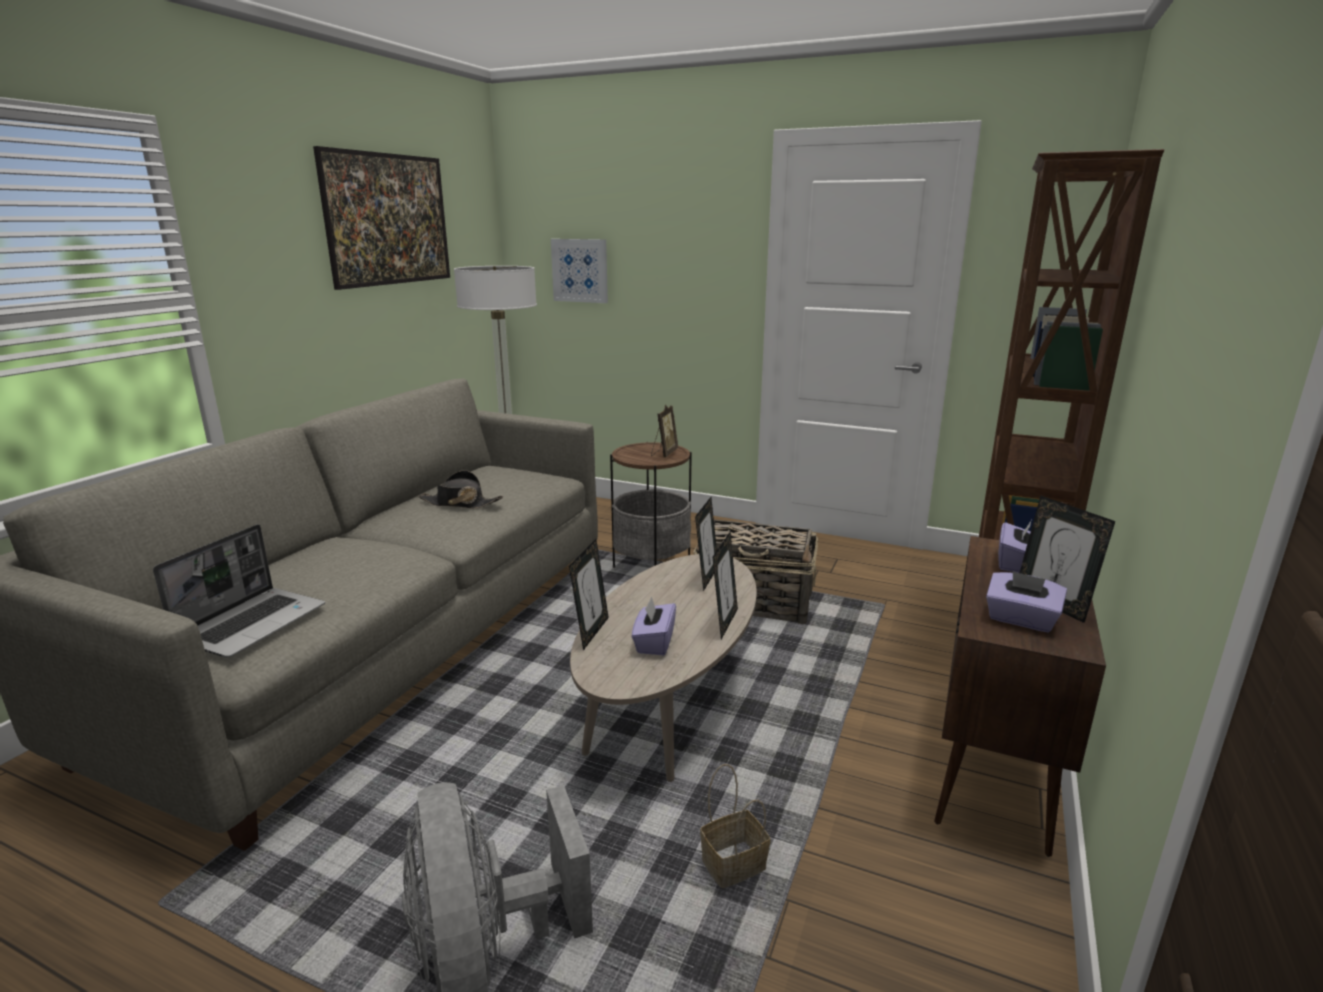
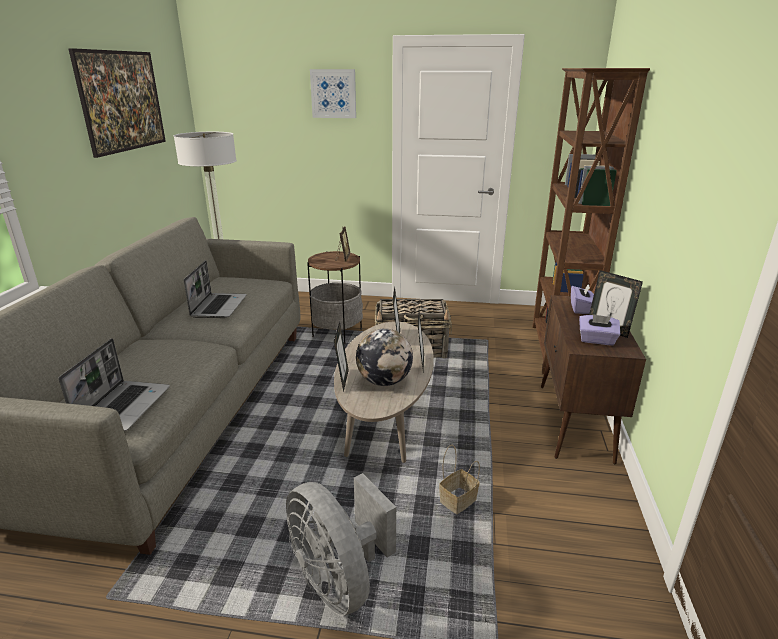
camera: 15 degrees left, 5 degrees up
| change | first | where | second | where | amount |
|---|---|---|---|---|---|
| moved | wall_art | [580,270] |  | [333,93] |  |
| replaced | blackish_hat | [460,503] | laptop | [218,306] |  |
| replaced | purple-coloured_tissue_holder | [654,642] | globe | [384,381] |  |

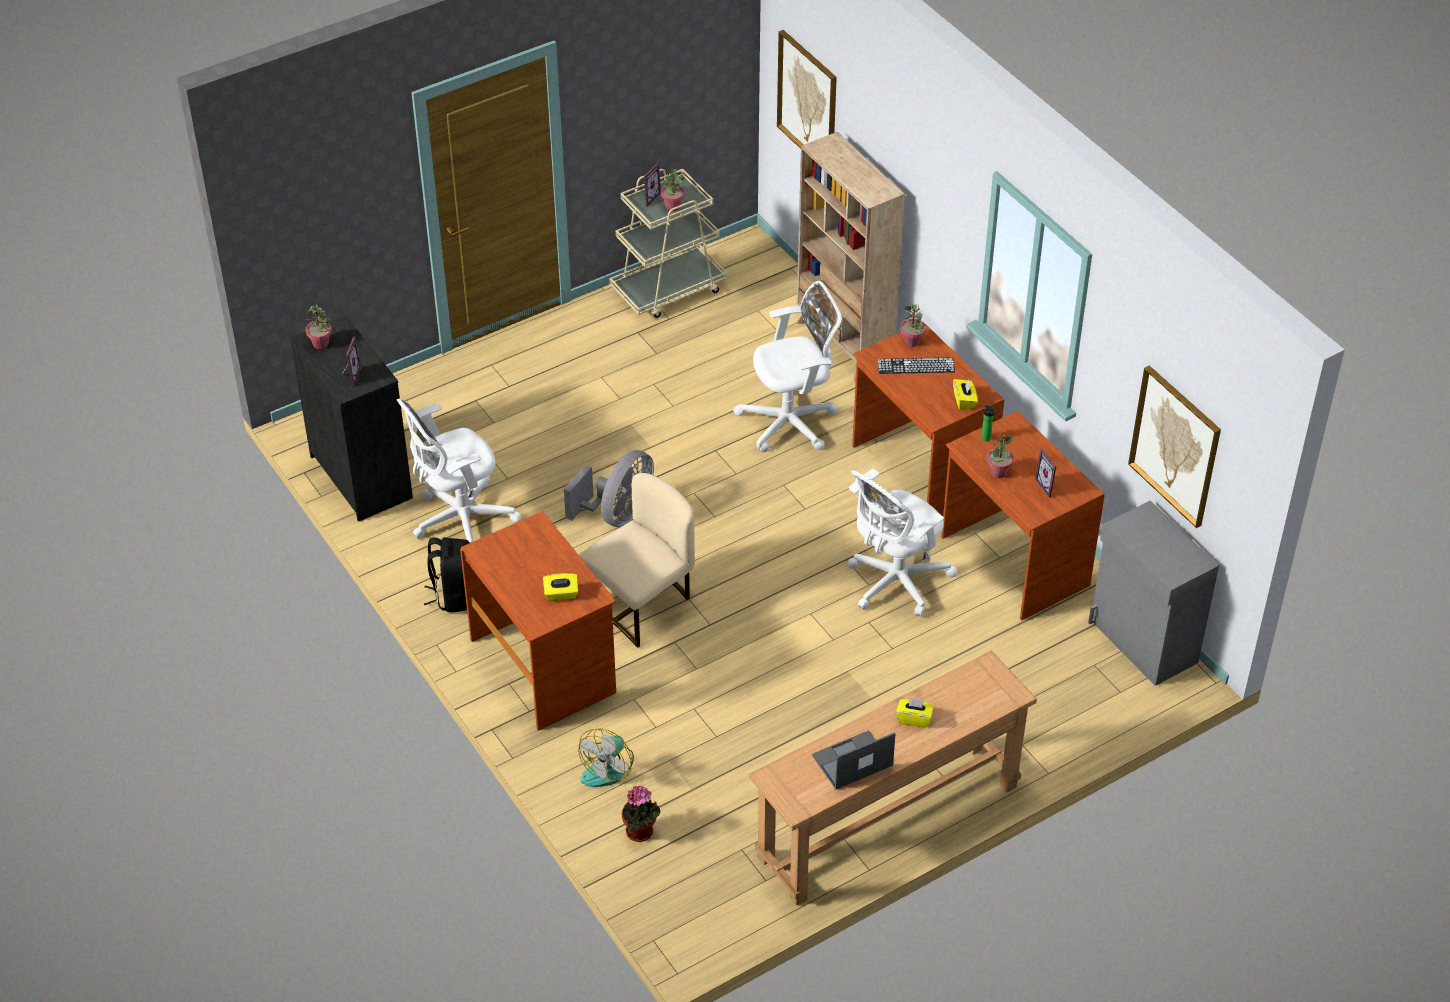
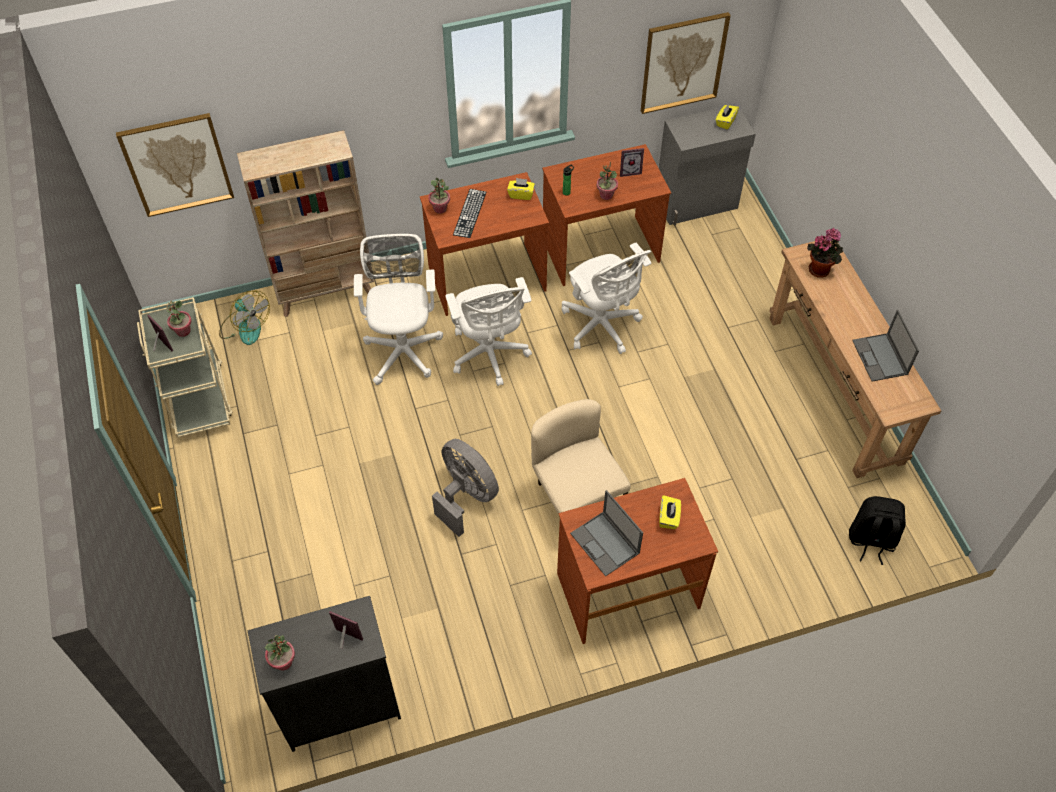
camera: 75 degrees left, 10 degrees up
| change | first | where | second | where | amount |
|---|---|---|---|---|---|
| added |  |  | laptop | [605,544] |  |
| moved | white-coloured_desk_chair | [459,519] |  | [489,355] |  |
| moved | blackish_backpack | [454,595] |  | [871,540] |  |
| moved | electric_fan | [608,768] |  | [245,327] |  |
| moved | houseplant | [641,833] |  | [820,269] |  |
| moved | yellow_tissue_holder | [914,719] |  | [725,122] |  |

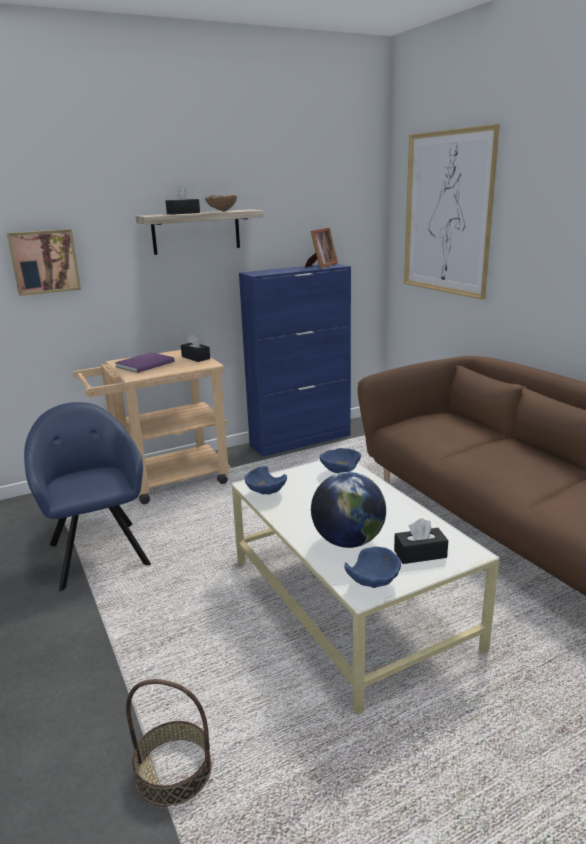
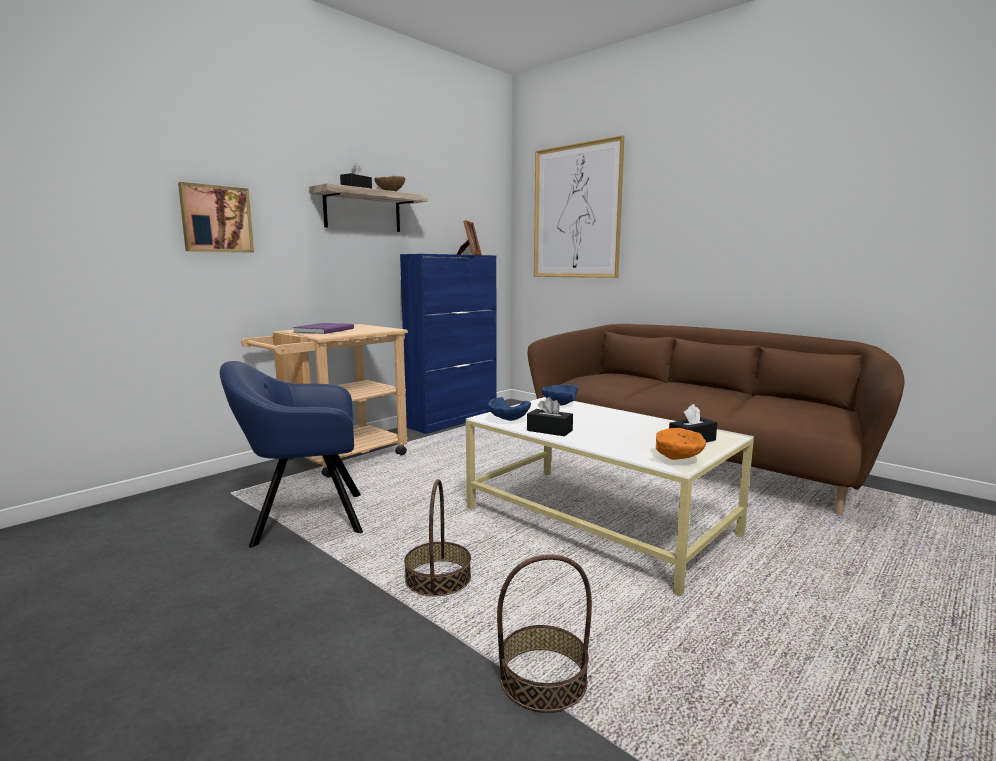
camera: 20 degrees left, 10 degrees down
| change | first | where | second | where | amount |
|---|---|---|---|---|---|
| removed | globe | [348,541] |  |  |  |
| added |  |  | storage_basket | [438,578] |  |
| moved | blackish_tissue_holder | [196,358] |  | [549,430] |  |
| recoloured | bluish_deep_dish | [373,584] | orange_deep_dish | [678,460] |  |
| turned | bluish_lounge_chair | [98,551] |  | [304,519] | 60 degrees counterclockwise |

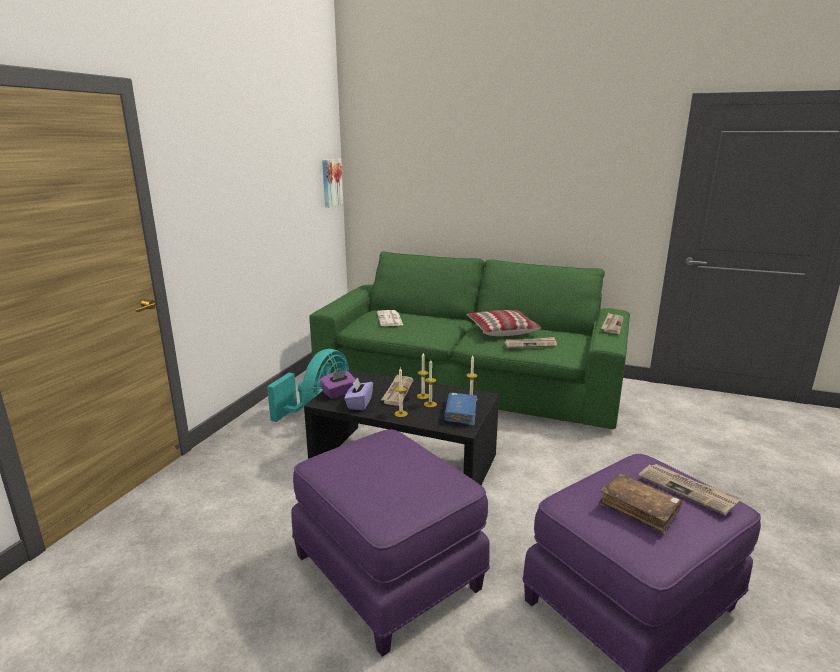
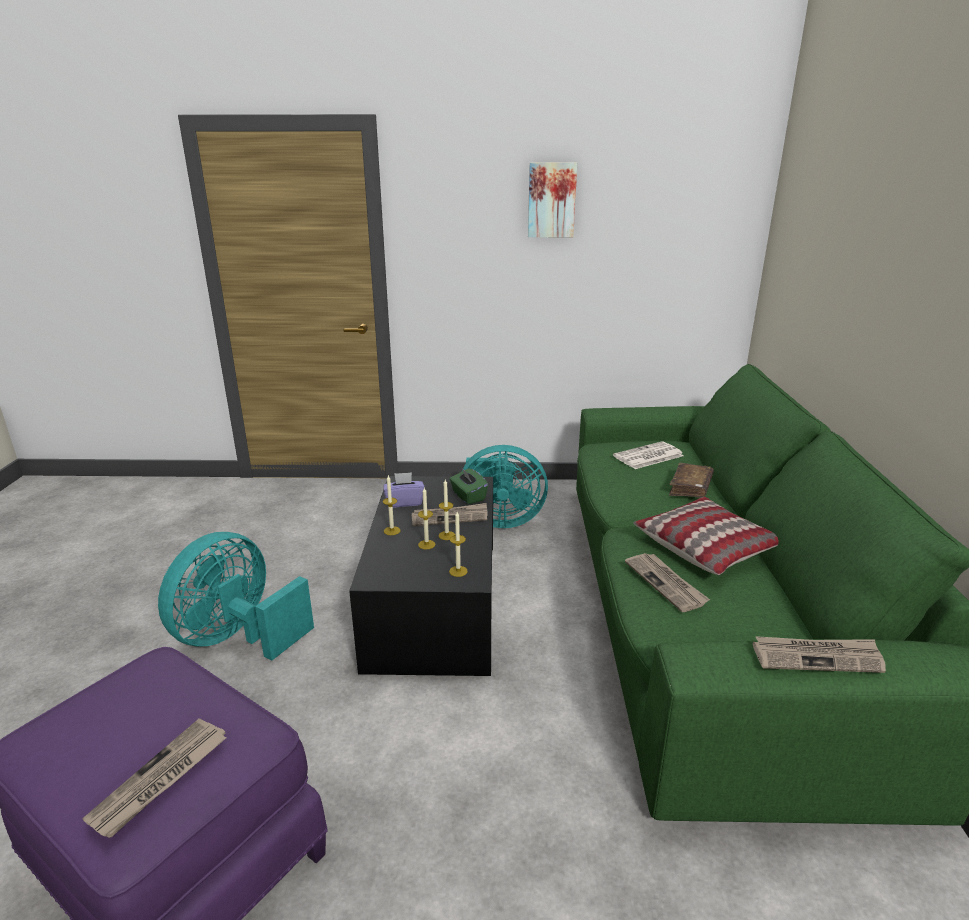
camera: 70 degrees right, 5 degrees up
| change | first | where | second | where | amount |
|---|---|---|---|---|---|
| removed | purple-coloured_tissue_holder | [339,393] |  |  |  |
| removed | bluish_bound_book | [460,414] |  |  |  |
| added |  |  | greenish_tissue_holder | [468,496] |  |
| moved | wall_art | [331,182] |  | [551,200] |  |
| moved | brown_bound_book | [639,509] |  | [690,487] |  |
| replaced | purple-coloured_ottoman | [389,570] | blue-green_electric_fan | [238,637] |  |

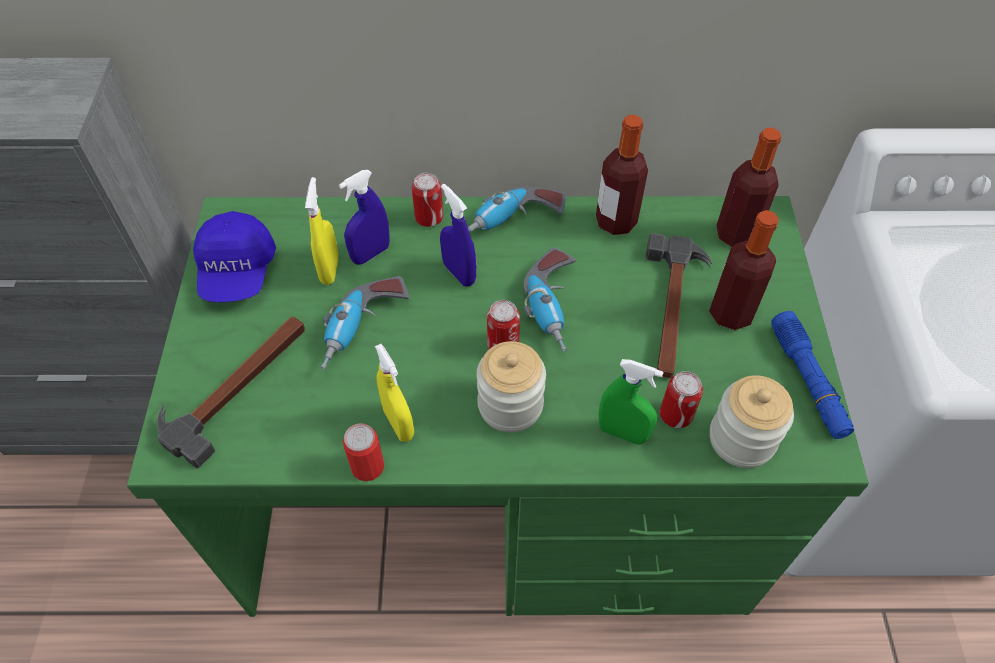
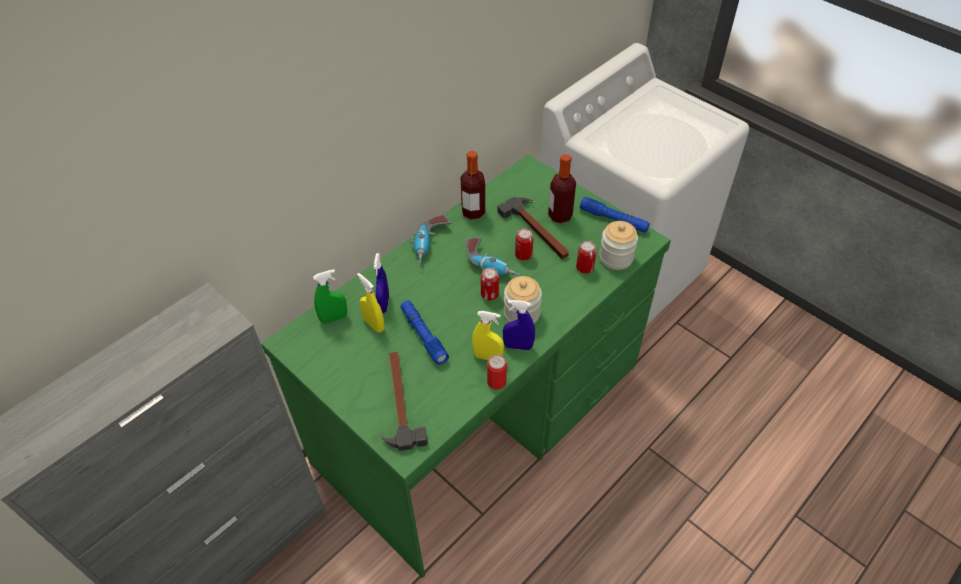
camera: 45 degrees left, 5 degrees down
| change | first | where | second | where | amount |
|---|---|---|---|---|---|
| removed | bluish_peaked_cap | [237,272] |  |  |  |
| removed | bottle | [736,234] |  |  |  |
| moved | sealed_can | [429,218] |  | [523,255] |  |
| moved | bluish_hand_sprayer | [459,273] |  | [518,346] |  |
| moved | greenish_hand_sprayer | [622,433] |  | [334,318] |  |
| replaced | electric_drill | [363,330] | bluish_hand_torch | [423,336] |  |

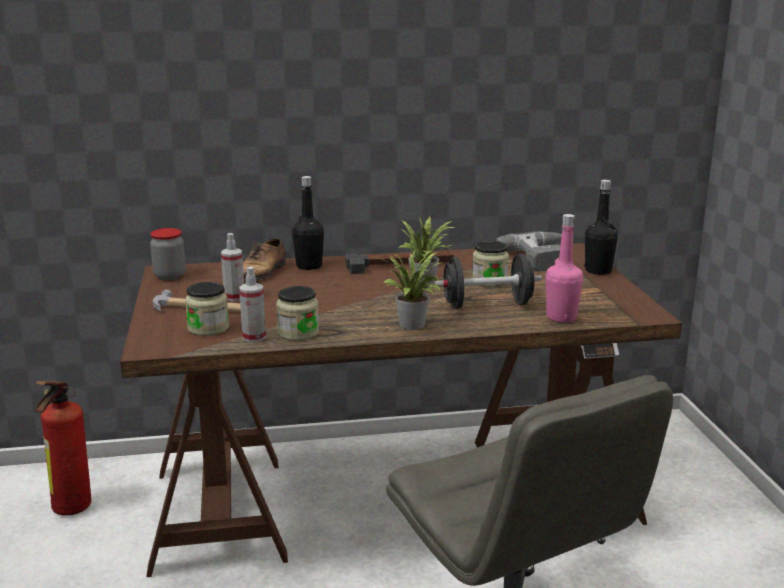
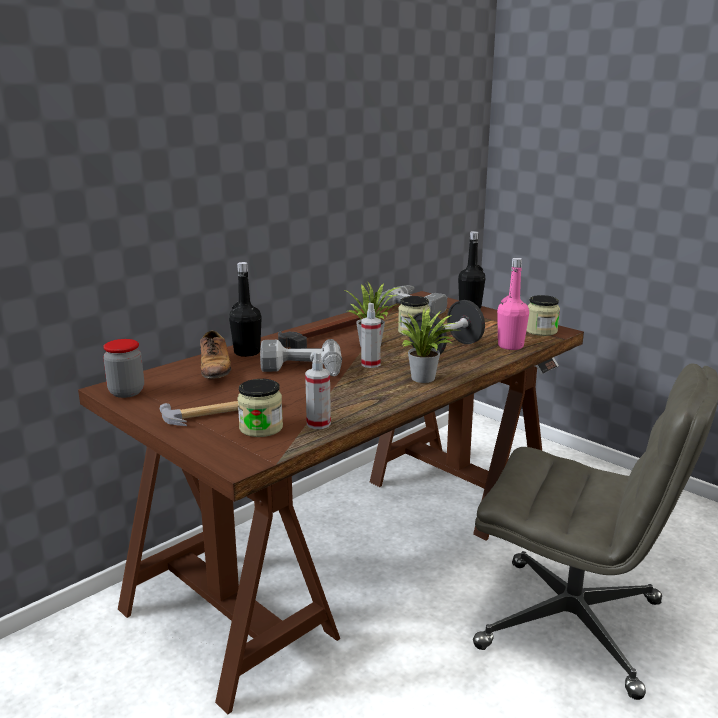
camera: 35 degrees left, 0 degrees up
| change | first | where | second | where | amount |
|---|---|---|---|---|---|
| removed | fire_extinguisher | [69,511] |  |  |  |
| added |  |  | electric_drill | [301,370] |  |
| moved | hand_sprayer | [234,297] |  | [370,364] |  |
| moved | preserve_jar | [298,333] |  | [541,331] |  |

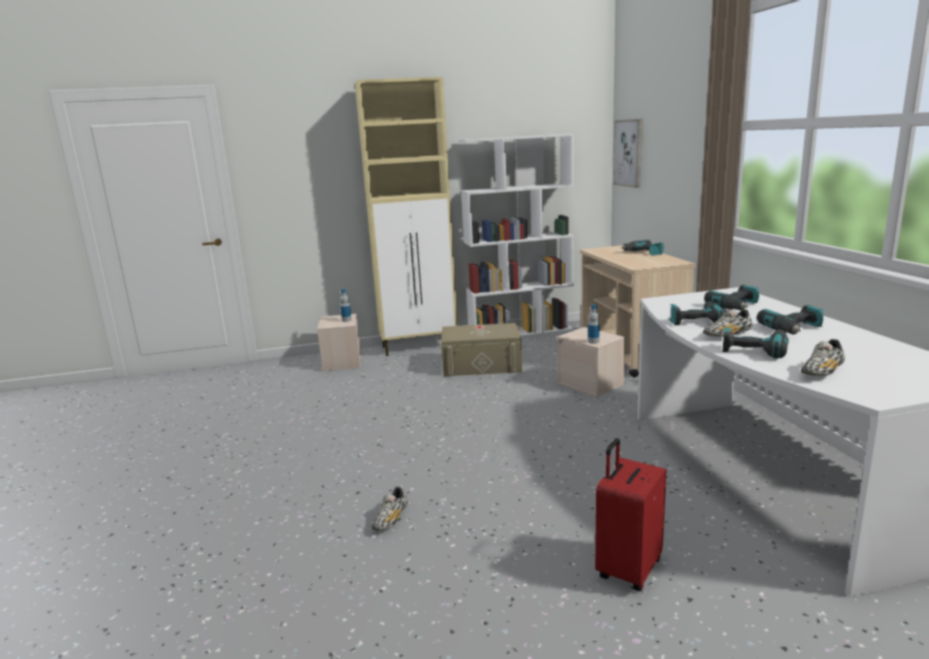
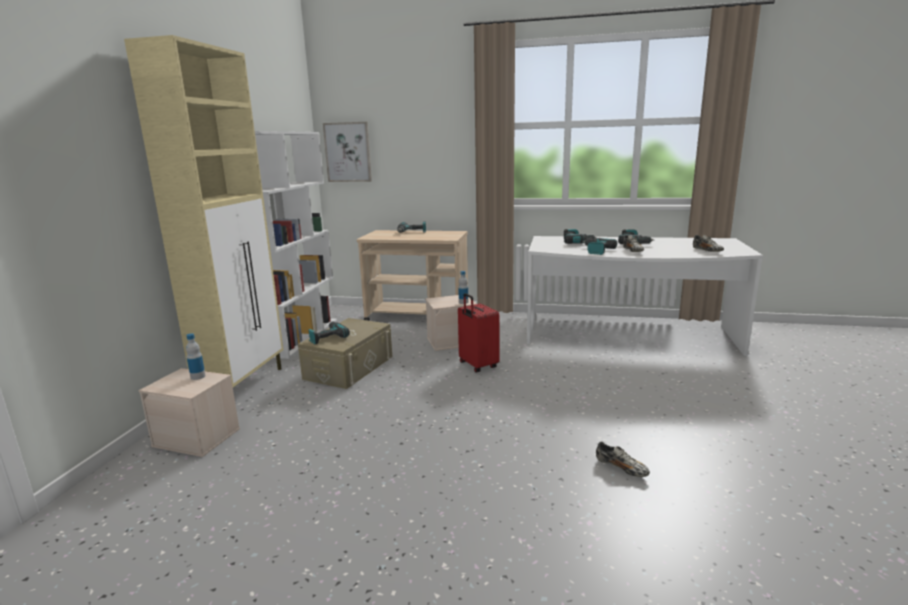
camera: 65 degrees left, 0 degrees up
| change | first | where | second | where | amount |
|---|---|---|---|---|---|
| moved | red_travel_case | [627,569] |  | [477,365] |  |
| moved | electric_drill | [754,350] |  | [327,337] |  |

